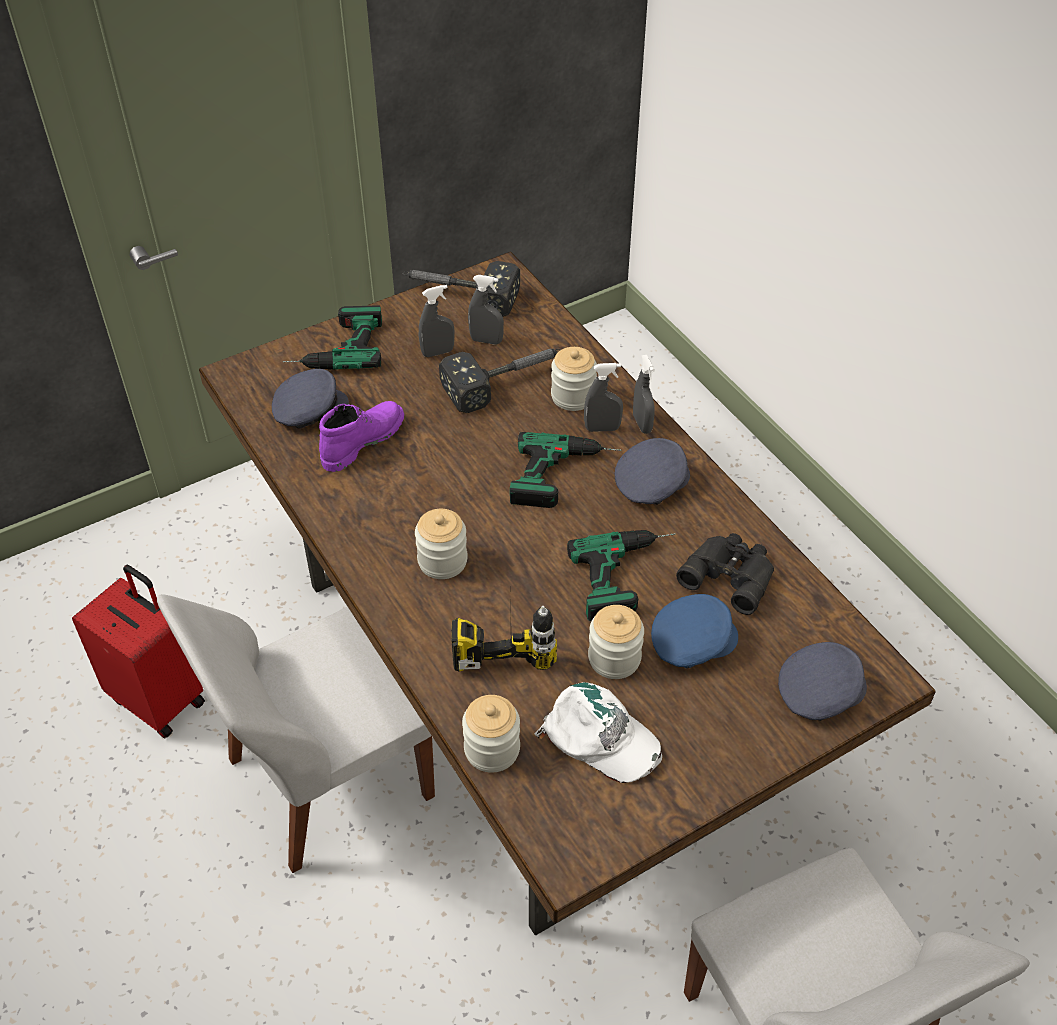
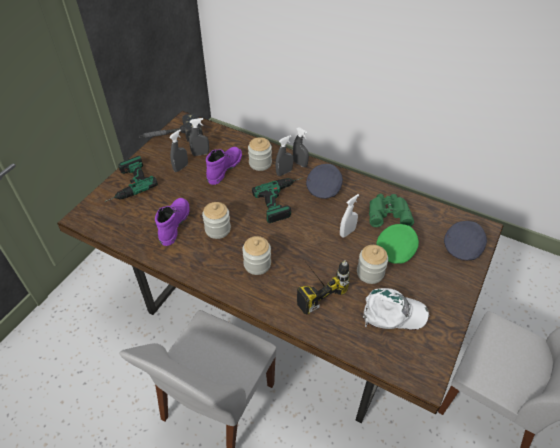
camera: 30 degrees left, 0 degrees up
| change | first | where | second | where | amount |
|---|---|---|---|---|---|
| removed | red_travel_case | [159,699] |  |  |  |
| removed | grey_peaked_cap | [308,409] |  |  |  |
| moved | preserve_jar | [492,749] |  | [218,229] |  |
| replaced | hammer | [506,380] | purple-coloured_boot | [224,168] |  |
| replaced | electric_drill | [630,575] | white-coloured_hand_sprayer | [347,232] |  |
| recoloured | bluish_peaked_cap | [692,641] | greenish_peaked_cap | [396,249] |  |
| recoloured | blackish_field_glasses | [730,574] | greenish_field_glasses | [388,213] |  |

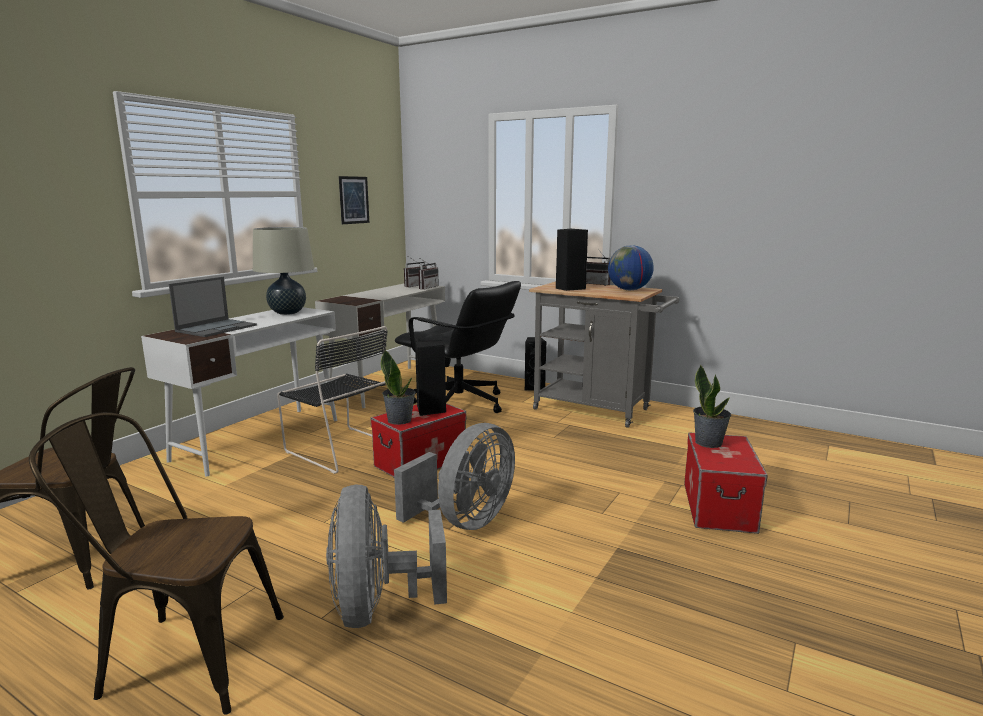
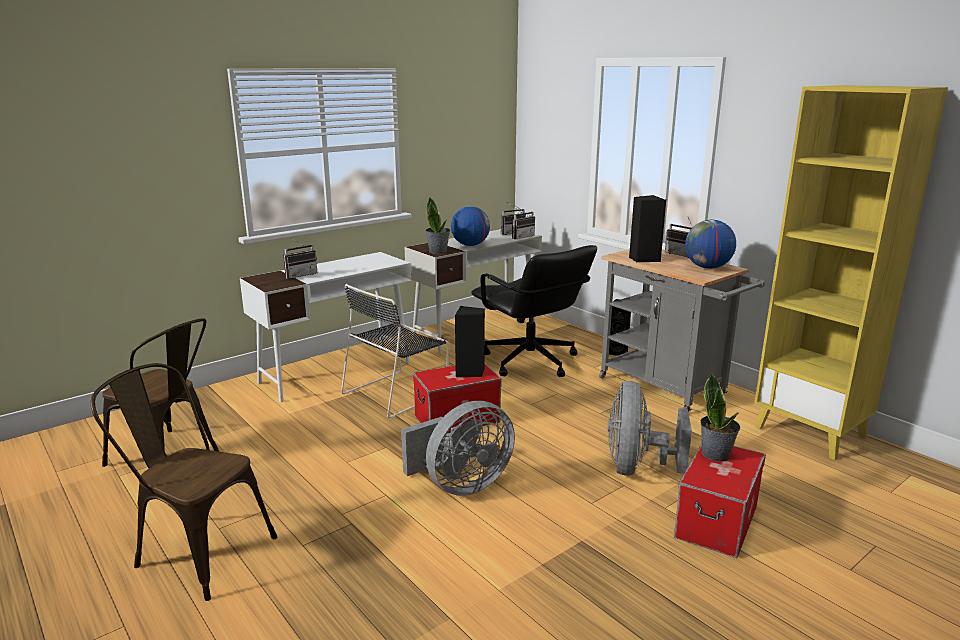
camera: 20 degrees right, 5 degrees up
| change | first | where | second | where | amount |
|---|---|---|---|---|---|
| removed | beige_lamp_for_a_table | [287,312] |  |  |  |
| removed | wall_art | [354,200] |  |  |  |
| added |  |  | globe | [470,245] |  |
| added |  |  | yellow_bookshelf | [811,432] |  |
| moved | grey_electric_fan | [378,607] |  | [636,467] |  |
| moved | houseplant | [400,420] |  | [438,251] |  |
| replaced | laptop | [217,328] | radio | [300,275] |  |
| turned | blackish_upright_chair | [341,448] |  | [397,392] | 75 degrees clockwise |

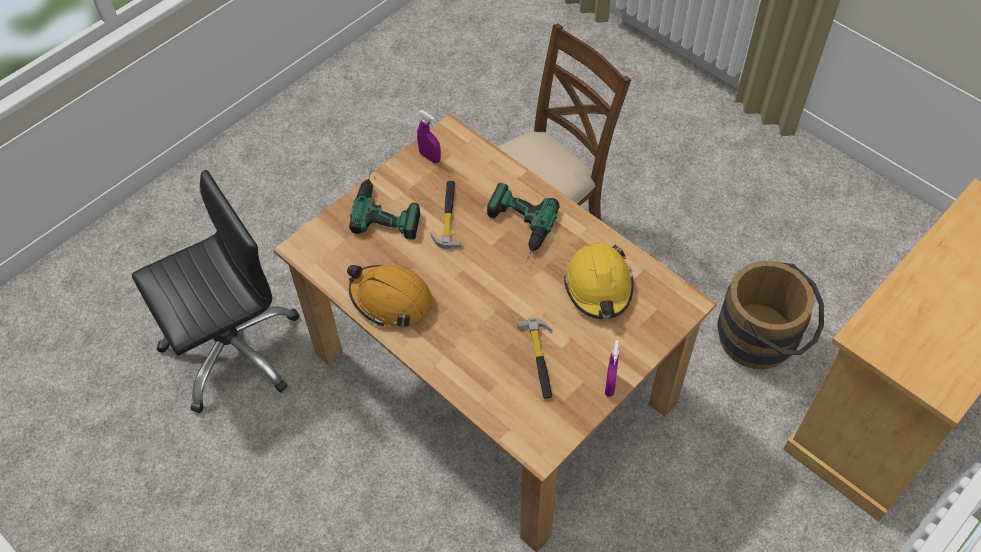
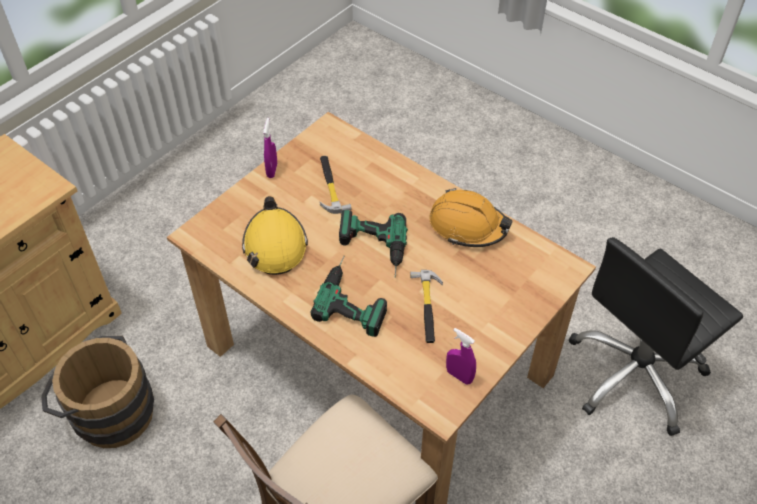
camera: 175 degrees right, 5 degrees down
| change | first | where | second | where | amount |
|---|---|---|---|---|---|
| moved | electric_drill | [388,206] |  | [372,249] |  |

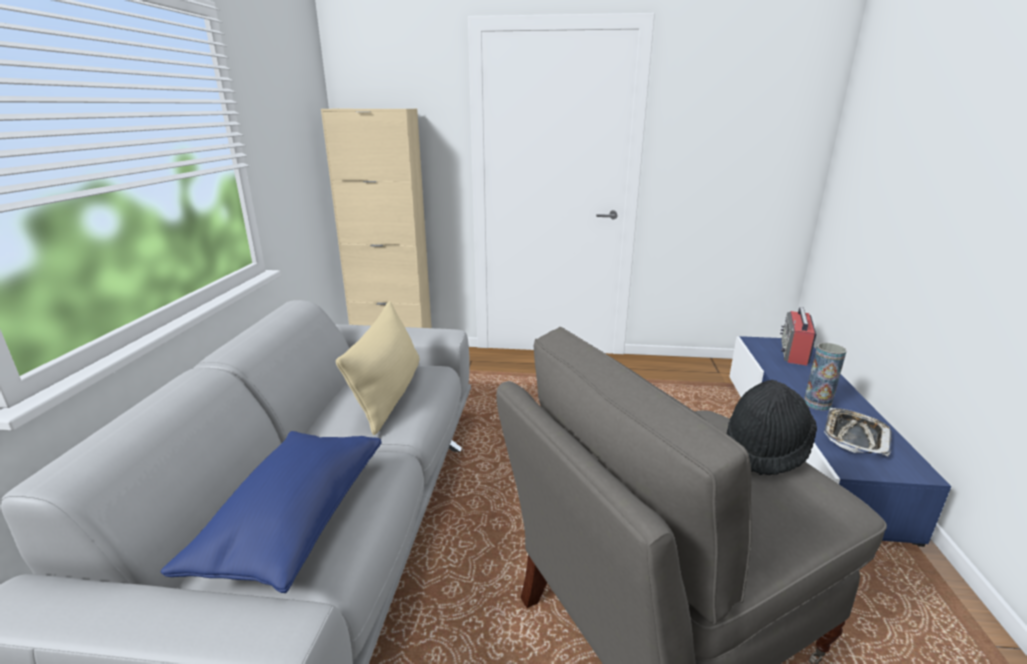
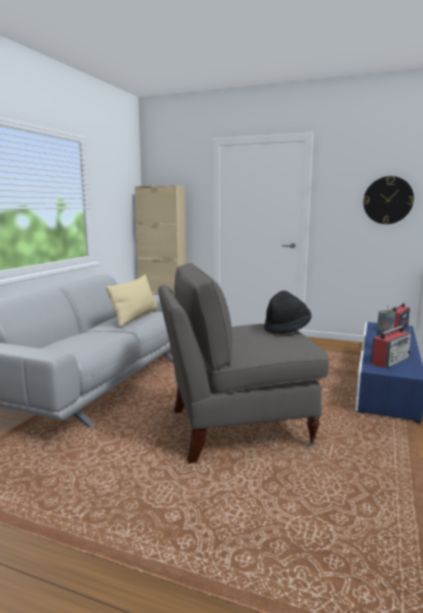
camera: 15 degrees right, 10 degrees down
| change | first | where | second | where | amount |
|---|---|---|---|---|---|
| removed | bluish_cushion | [294,521] |  |  |  |
| added |  |  | wall_clock | [388,200] |  |
| replaced | serving_tray | [854,436] | radio | [390,360] |  |

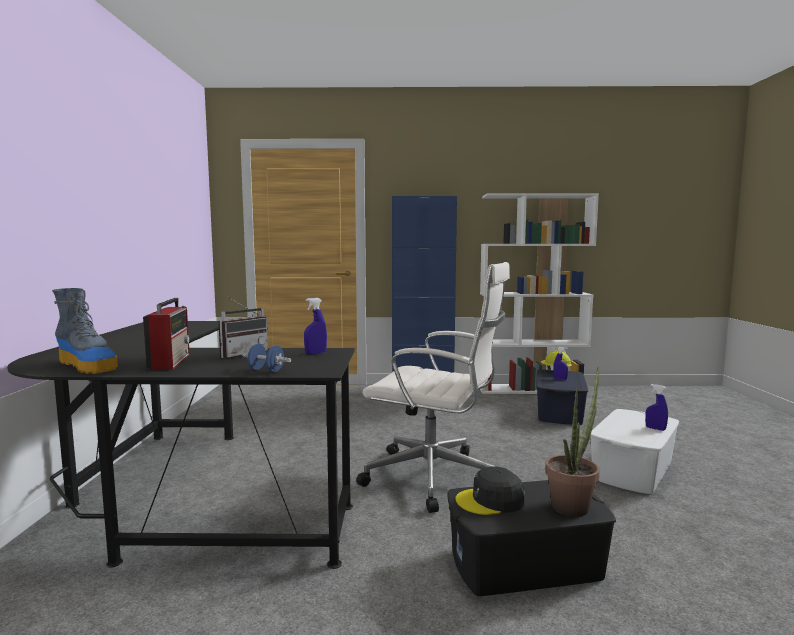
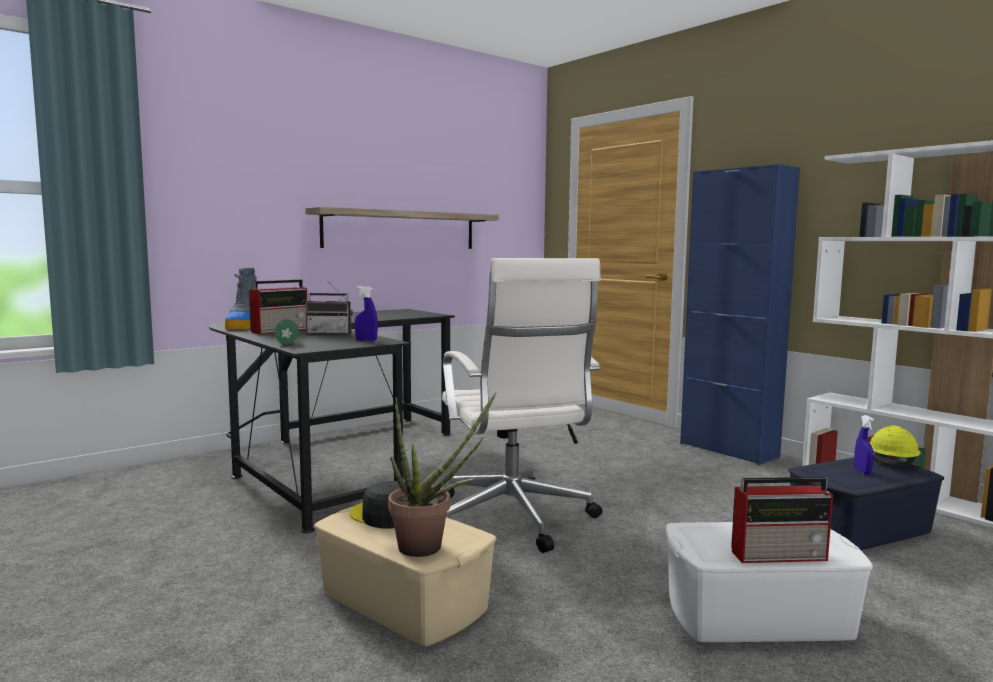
camera: 50 degrees right, 0 degrees up
| change | first | where | second | where | amount |
|---|---|---|---|---|---|
| added |  |  | shelf | [401,230] |  |
| replaced | bluish_hand_sprayer | [655,429] | radio | [780,555] |  |
| recoloured | bluish_dumbbell | [266,370] | greenish_dumbbell | [287,343] |  |
| recoloured | blackish_storage_box | [526,564] | beige_storage_box | [403,601] |  |

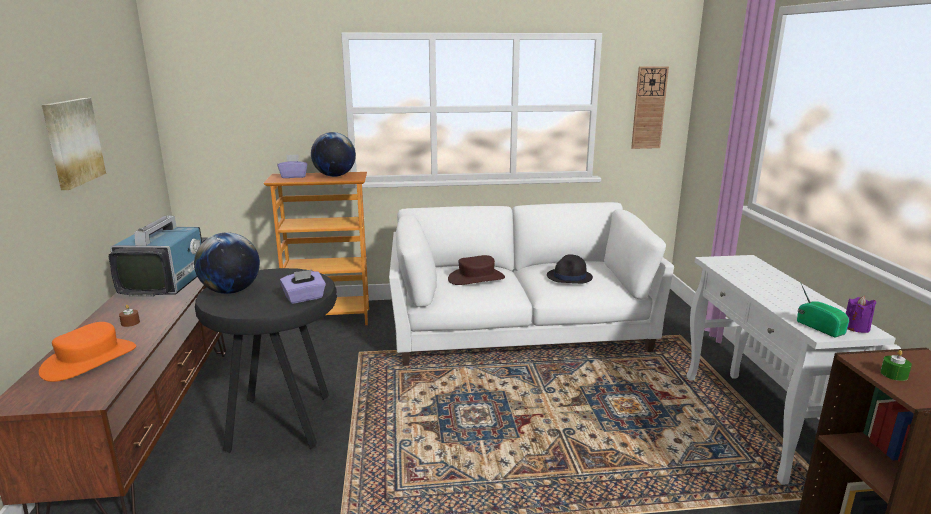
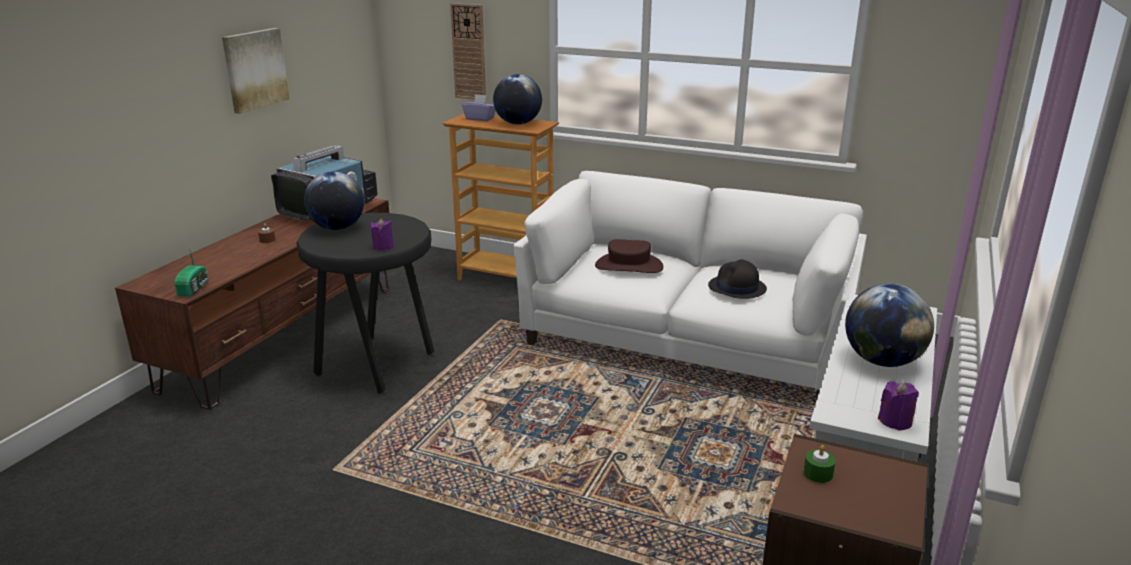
camera: 30 degrees right, 5 degrees up
| change | first | where | second | where | amount |
|---|---|---|---|---|---|
| removed | orange_hat | [90,360] |  |  |  |
| added |  |  | globe | [882,361] |  |
| moved | wall_clock | [649,108] |  | [469,52] |  |
| moved | radio | [819,327] |  | [194,288] |  |
| replaced | purple-coloured_tissue_holder | [304,298] | purple-coloured_wax_candle | [383,247] |  |

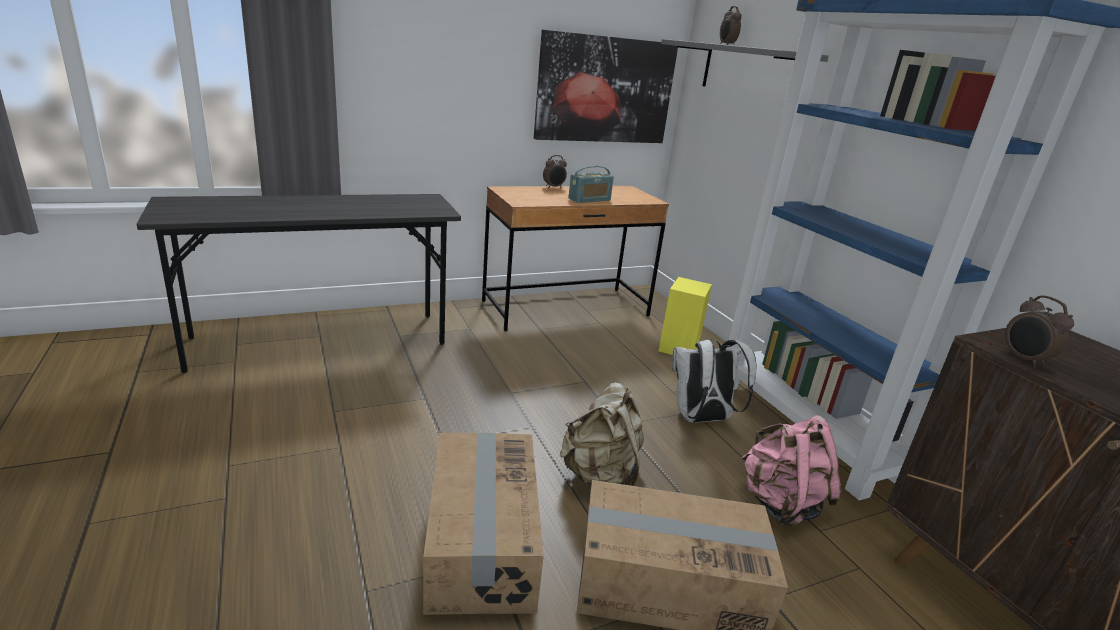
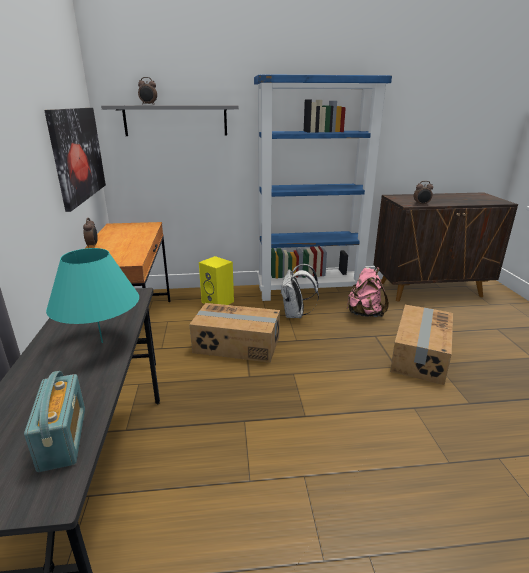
camera: 70 degrees left, 0 degrees up
| change | first | where | second | where | amount |
|---|---|---|---|---|---|
| removed | beige_backpack | [601,476] |  |  |  |
| added |  |  | blue-green_lamp_for_a_table | [102,342] |  |
| moved | cardboard_box | [480,542] |  | [237,345] |  |
| moved | radio | [589,199] |  | [63,438] |  |

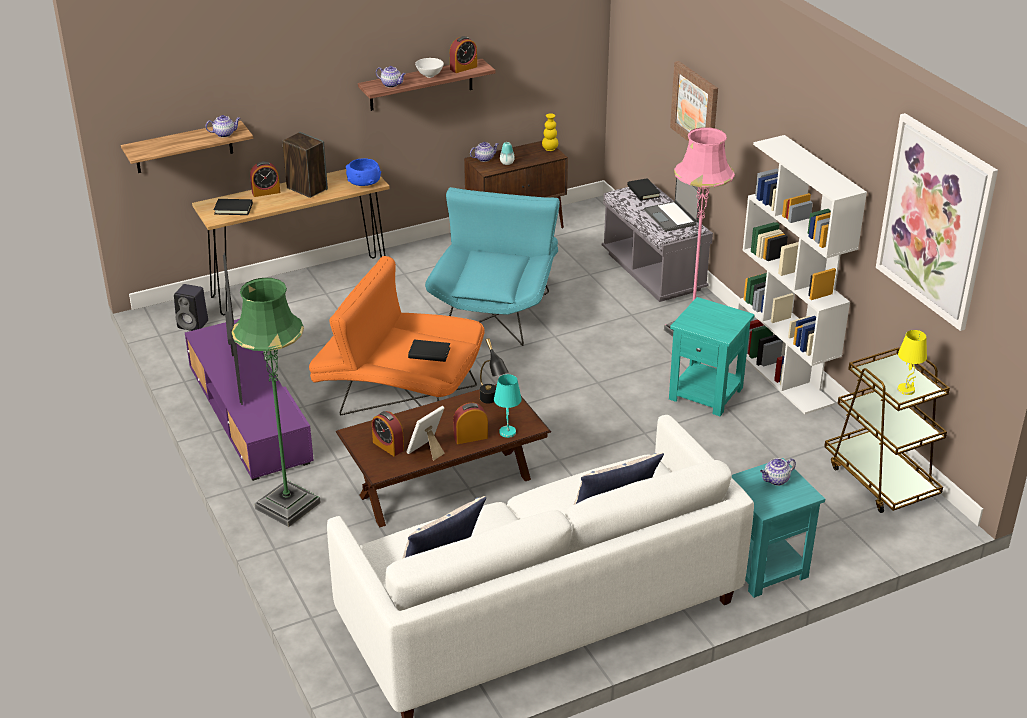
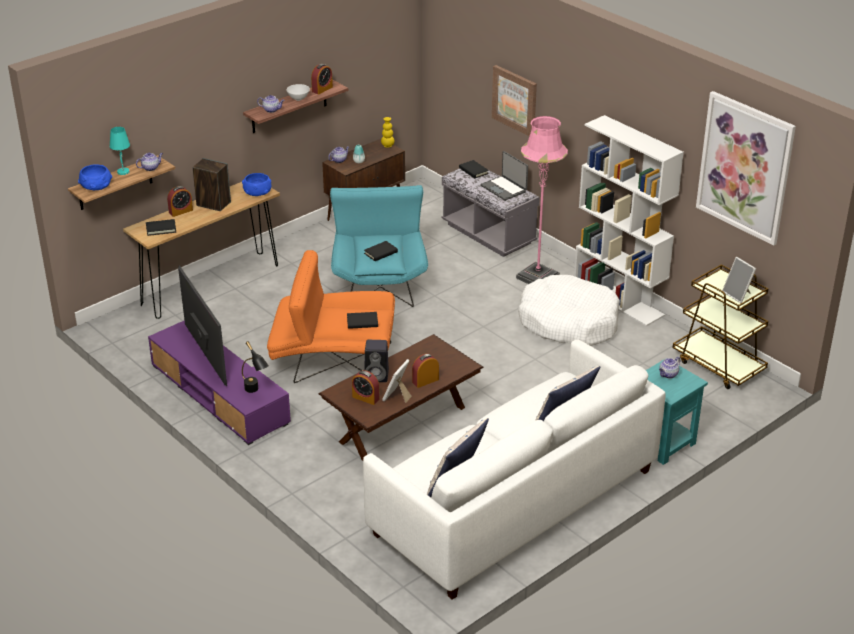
camera: 15 degrees left, 0 degrees up
| change | first | where | second | where | amount |
|---|---|---|---|---|---|
| removed | greenish_standard_lamp | [287,506] |  |  |  |
| added |  |  | bluish_deep_dish | [96,185] |  |
| added |  |  | blackish_bound_book | [380,253] |  |
| moved | blackish_speaker | [194,324] |  | [377,376] |  |
| moved | blackish_lamp_for_a_table | [492,403] |  | [255,391] |  |
| moved | blue-green_lamp_for_a_table | [507,432] |  | [123,171] |  |
| replaced | blue-green_accent_table | [706,394] | white-coloured_pet_bed | [568,322] |  |
| replaced | yellow_lamp_for_a_table | [906,390] | standing_frame | [738,295] |  |

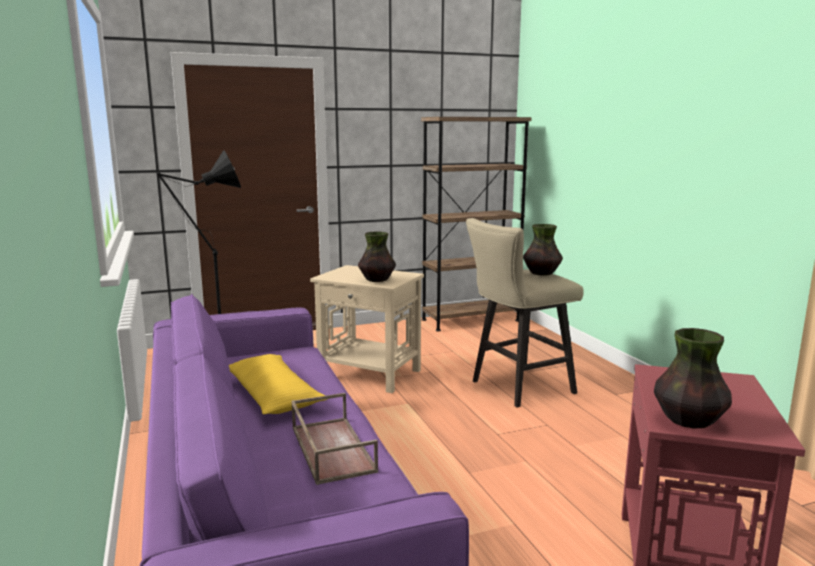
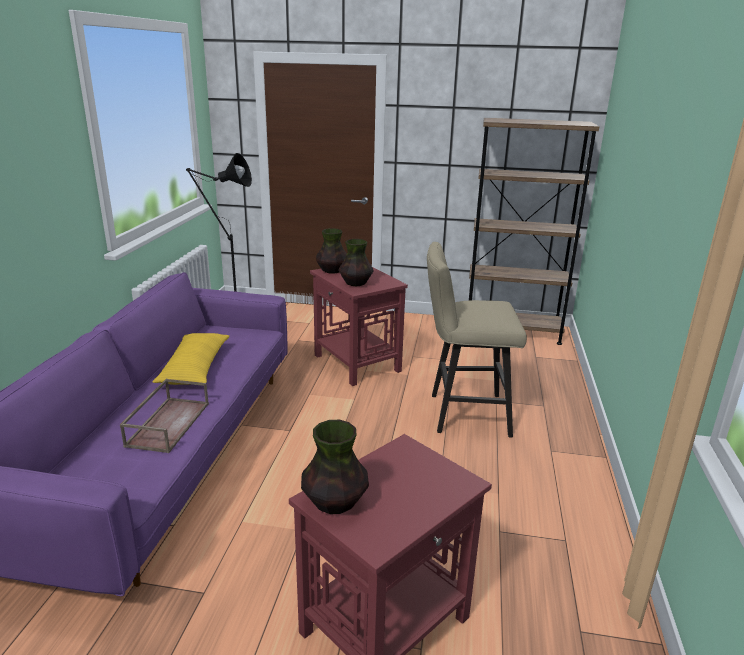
camera: 30 degrees right, 10 degrees up
| change | first | where | second | where | amount |
|---|---|---|---|---|---|
| moved | vase | [542,273] |  | [332,271] |  |
| recoloured | beige_accent_table | [369,374] | red_accent_table | [356,363] |  |

